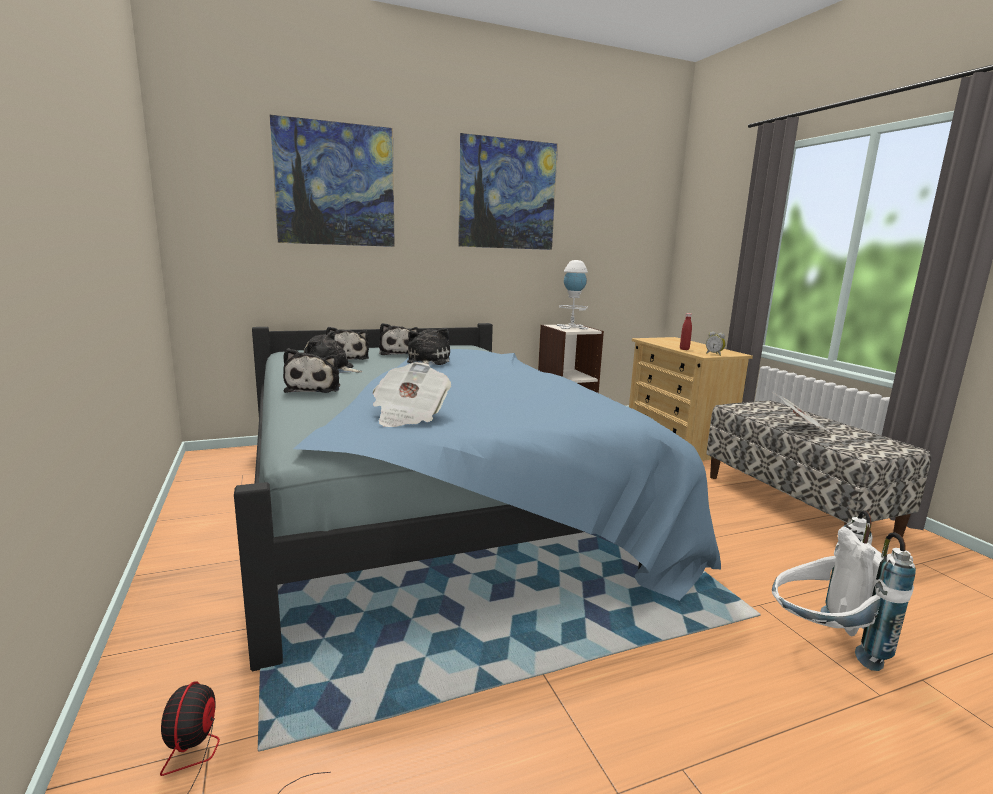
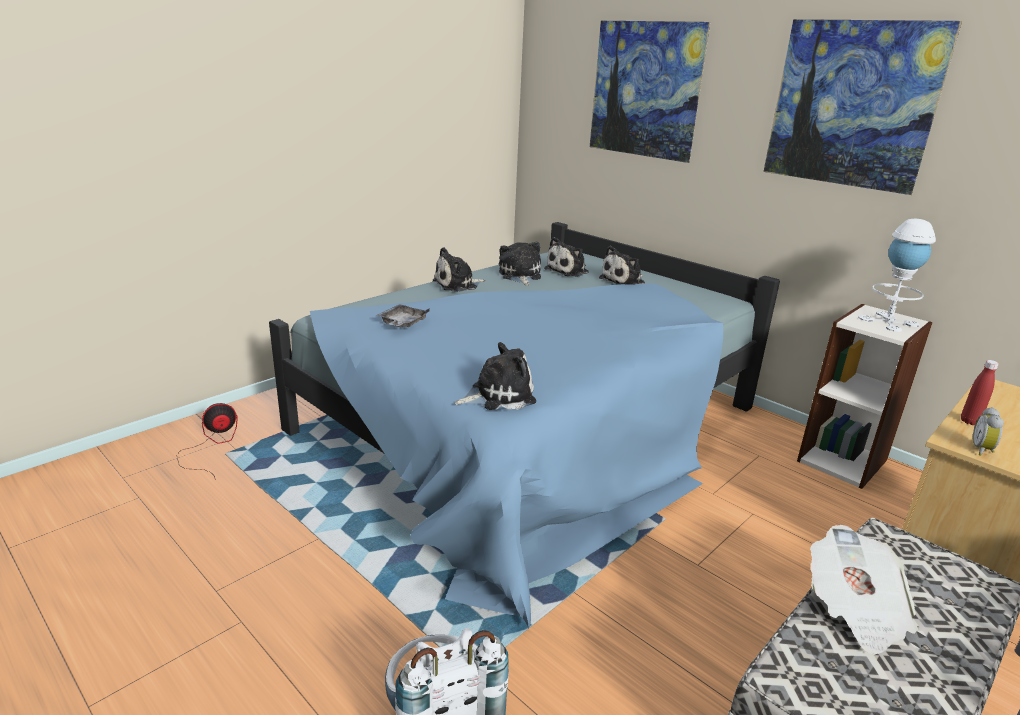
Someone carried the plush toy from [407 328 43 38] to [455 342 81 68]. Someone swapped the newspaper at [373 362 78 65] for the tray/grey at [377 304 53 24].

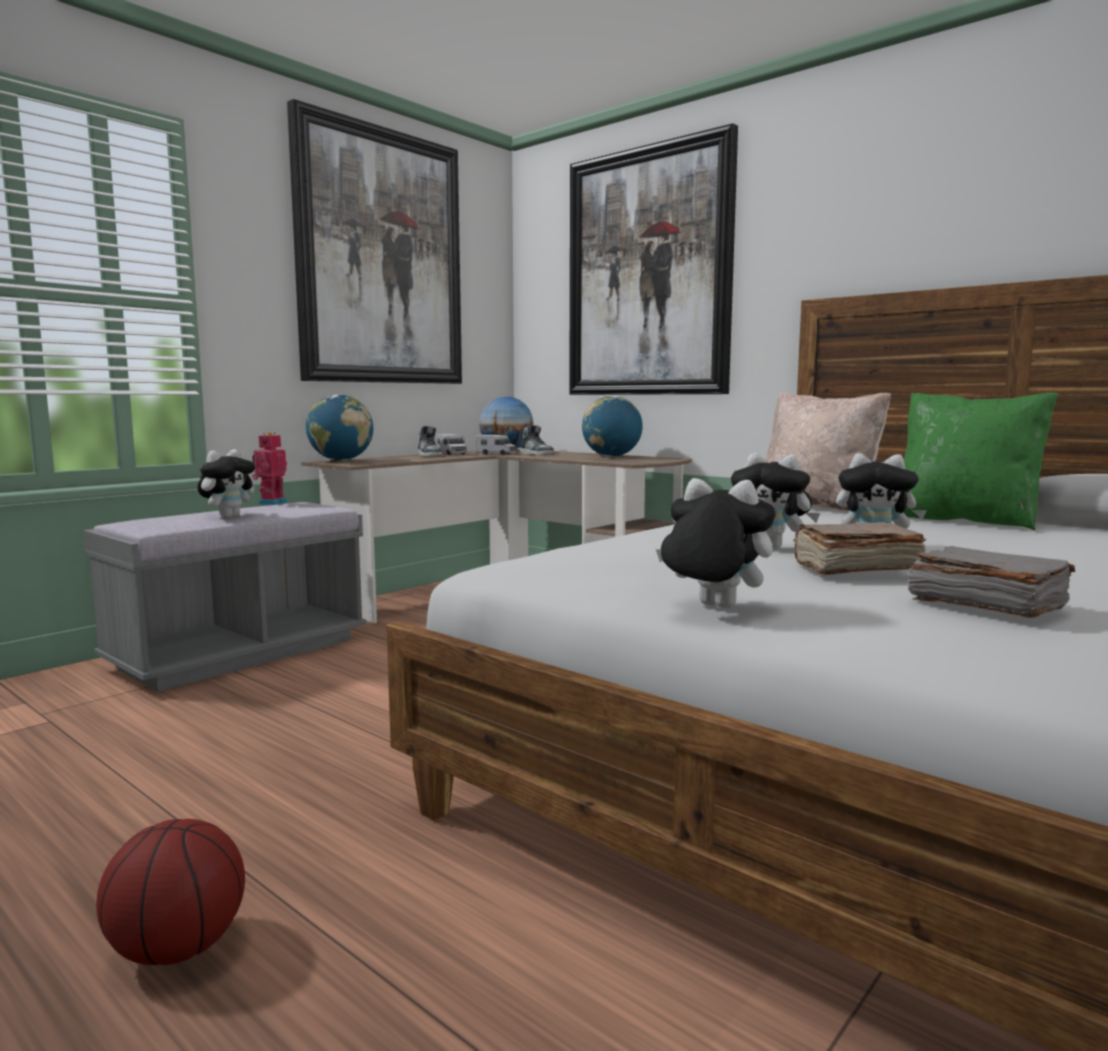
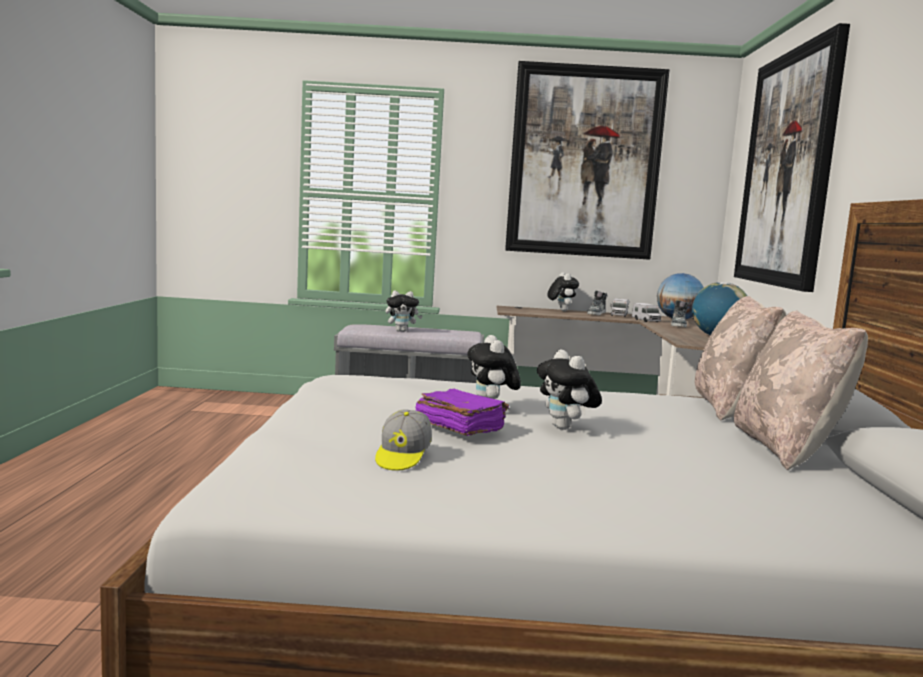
Someone repainted the pillow/green at [904 392 154 138], which became the pillow/beige at [734 310 134 160]. Someone took away the globe at [306 395 67 66]. Someone took away the toy robot at [252 431 36 74]. Someone carried the plush toy from [656 478 120 130] to [547 272 32 39]. Someone repainted the book/brown at [793 522 133 53], which became the book/purple at [416 389 93 47]. Someone swapped the book/grey at [908 546 167 72] for the cap at [375 410 57 61]. Someone took away the basketball at [96 819 149 146].

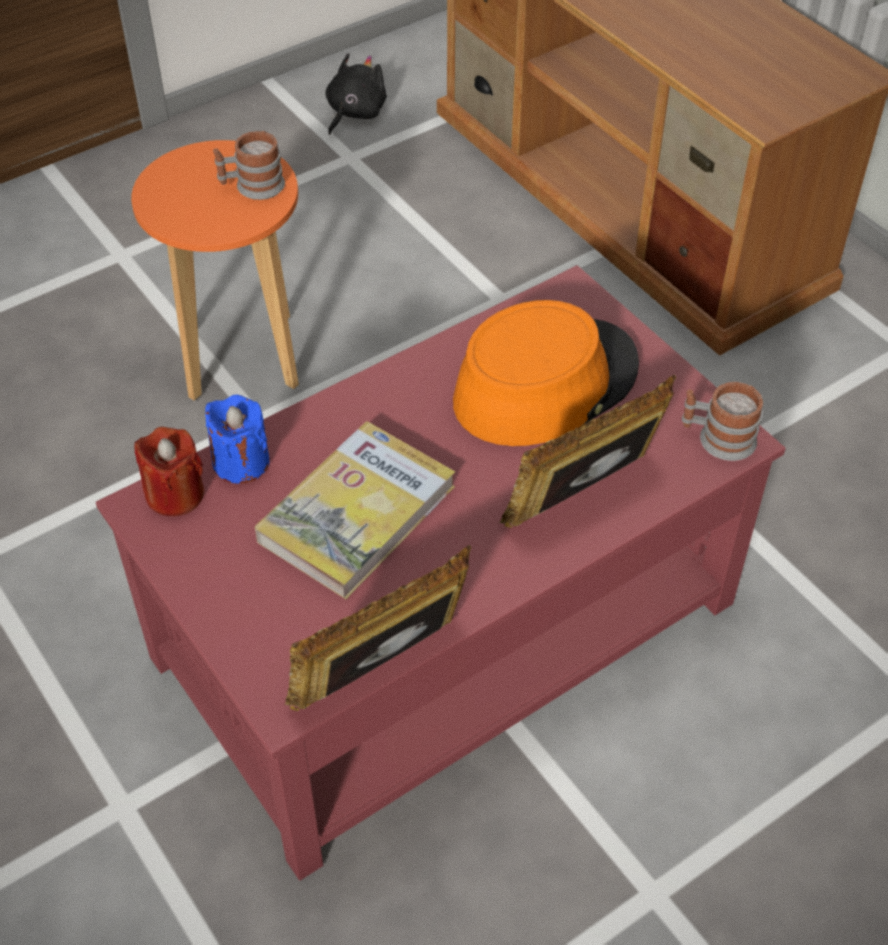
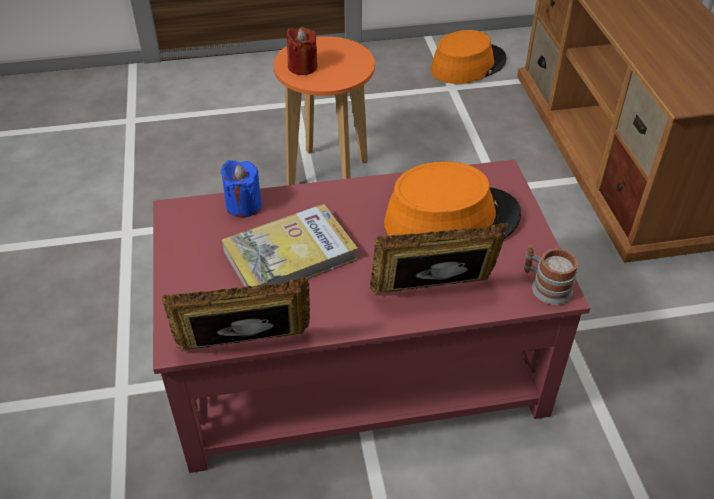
Someone swapped the plush toy/black at [326 53 61 82] for the hat/orange at [431 30 75 54]. Someone took away the mug at [213 131 72 69]. Someone carried the candle/red from [134 427 70 89] to [287 27 30 48].

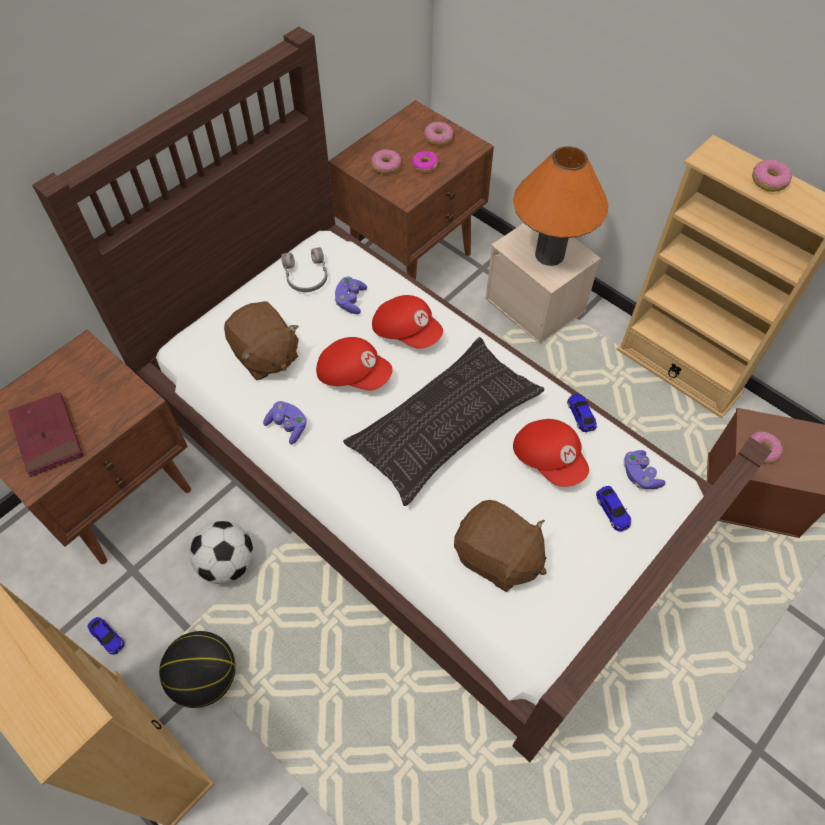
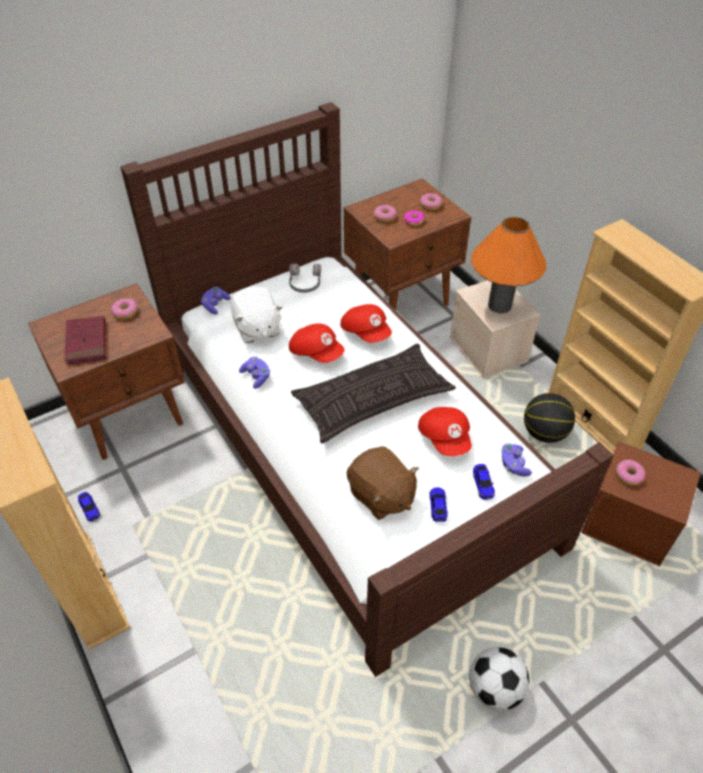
Someone carried the donut from [752 159 40 33] to [111 298 27 21]. Someone carried the game controller/purple from [335 277 32 37] to [201 287 30 28]. Someone repainted the plush toy/brown at [224 301 75 79], which became the plush toy/white at [230 286 53 57]. Someone carried the toy car from [567 394 30 39] to [429 487 19 35]. Someone carried the football from [189 521 64 63] to [469 647 60 64]. Someone carried the basketball from [159 631 77 77] to [524 393 51 50].

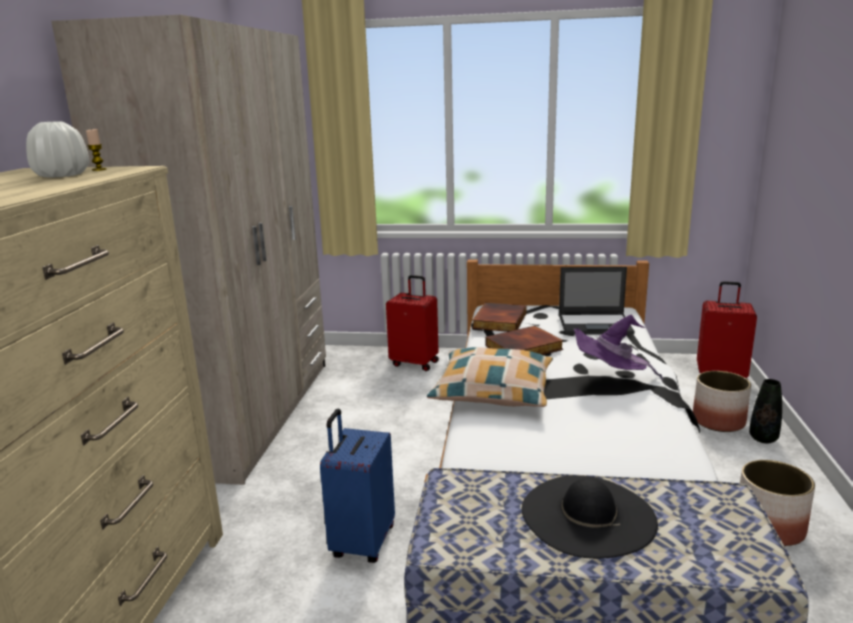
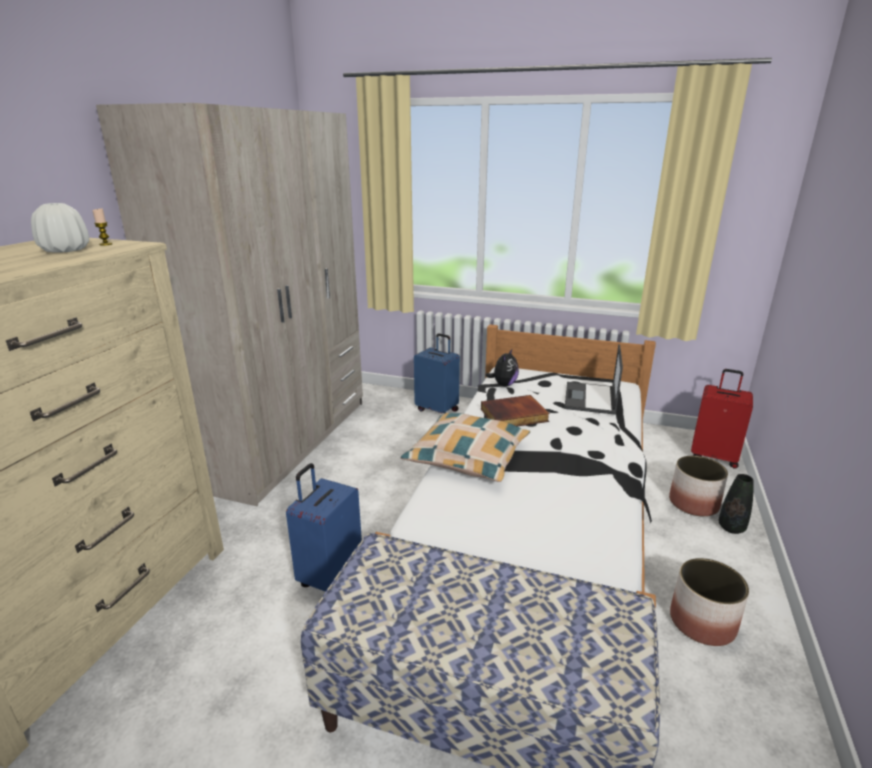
Someone rotated the laptop at [559 267 76 68] by 90 degrees clockwise. Someone repainted the suitcase/red at [386 275 53 96], which became the suitcase/blue at [414 333 46 81]. Someone swapped the book at [472 303 55 29] for the plush toy at [485 349 34 37]. Someone took away the hat/purple at [574 315 89 65]. Someone took away the hat/black at [521 475 137 84].

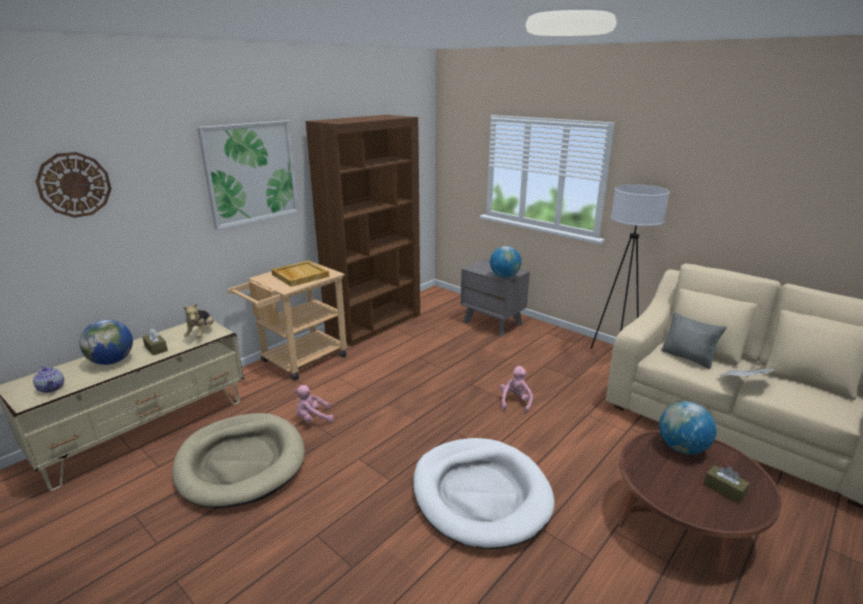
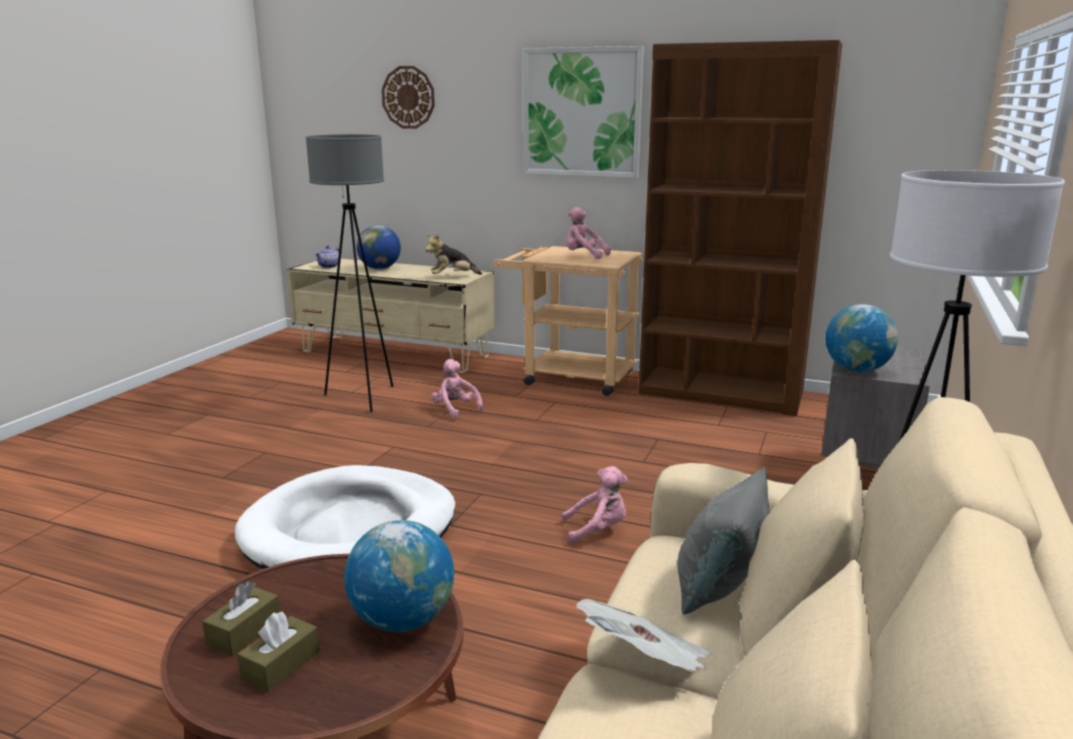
Someone swapped the tray/beige at [271 261 58 26] for the plush toy/pink at [566 207 45 52]. Someone carried the tissue box/brown from [143 328 25 28] to [202 581 78 75]. Someone swapped the dog bed/beige at [172 413 133 95] for the floor lamp/grey at [306 134 87 278].

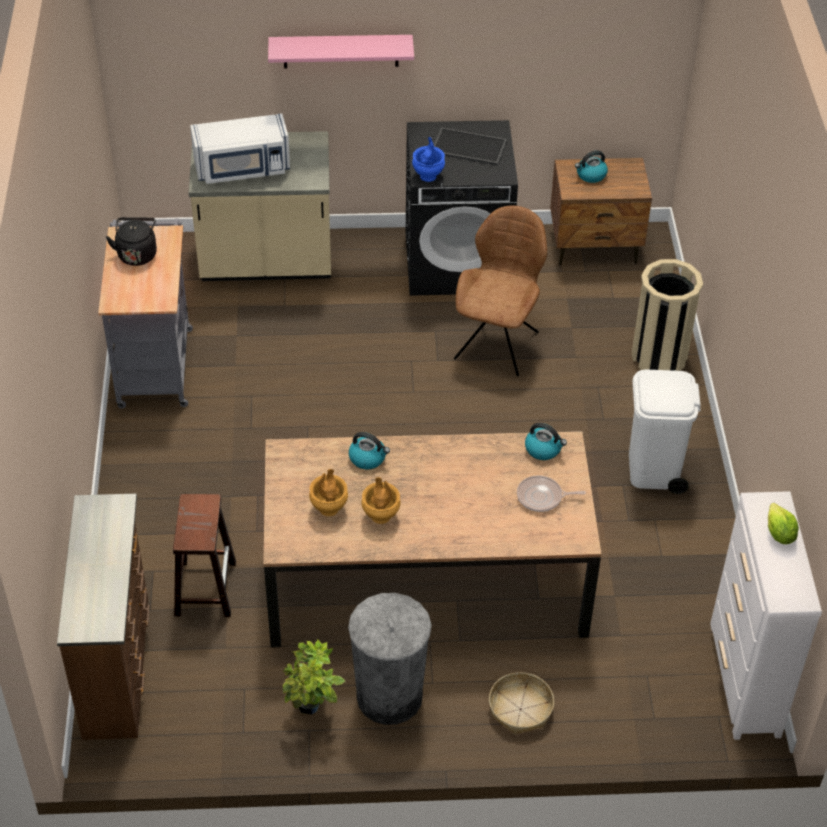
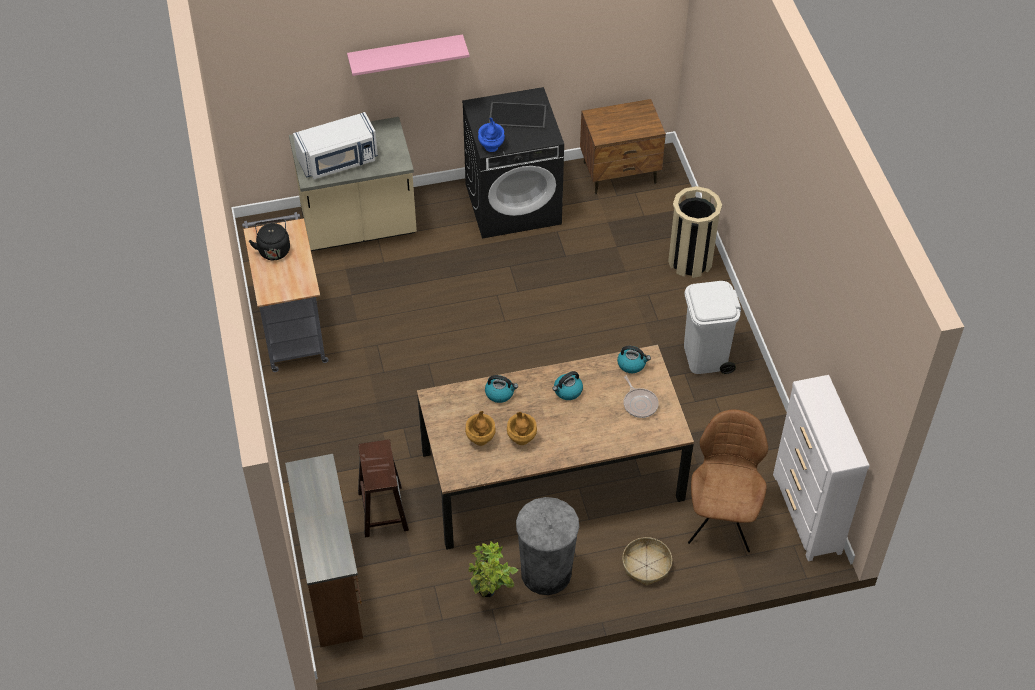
Someone carried the kettle from [575 150 33 33] to [553 371 30 29]. Someone carried the chair/brown from [454 205 93 171] to [688 409 80 143]. Someone rotated the frying pan at [517 475 69 37] by 105 degrees counterclockwise. Someone took away the lettuce at [768 503 31 41].

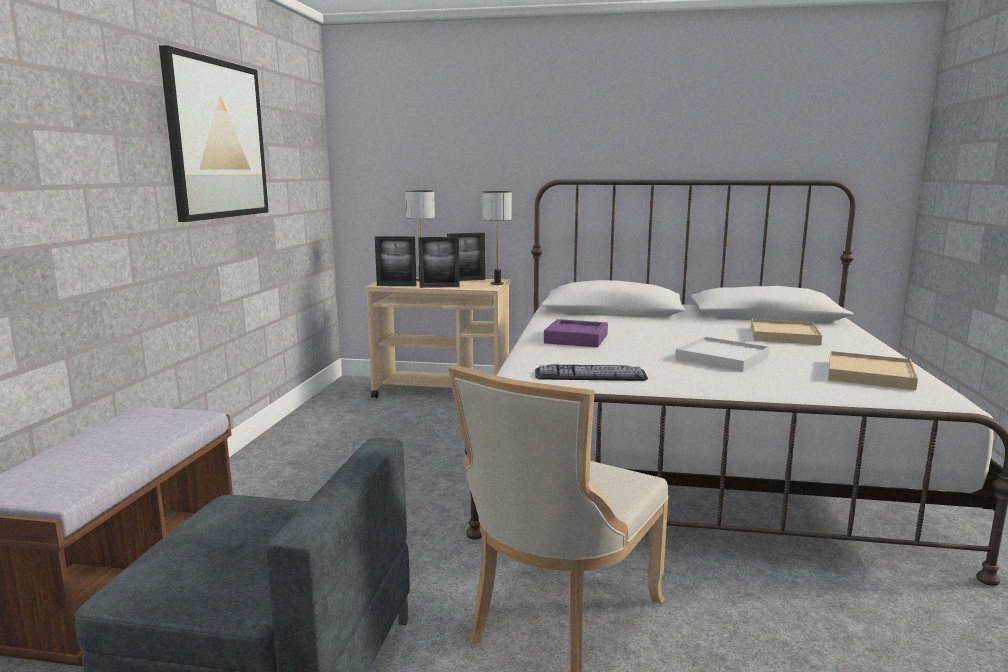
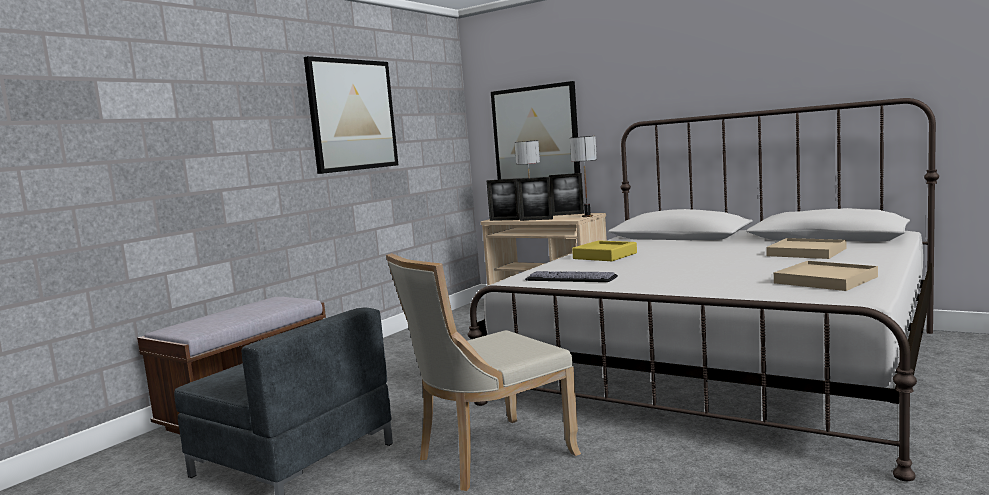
Someone repainted the tray/purple at [544 319 64 28], which became the tray/yellow at [572 240 65 21]. Someone took away the tray/white at [675 337 94 35]. Someone put up the picture at [491 81 89 99].

